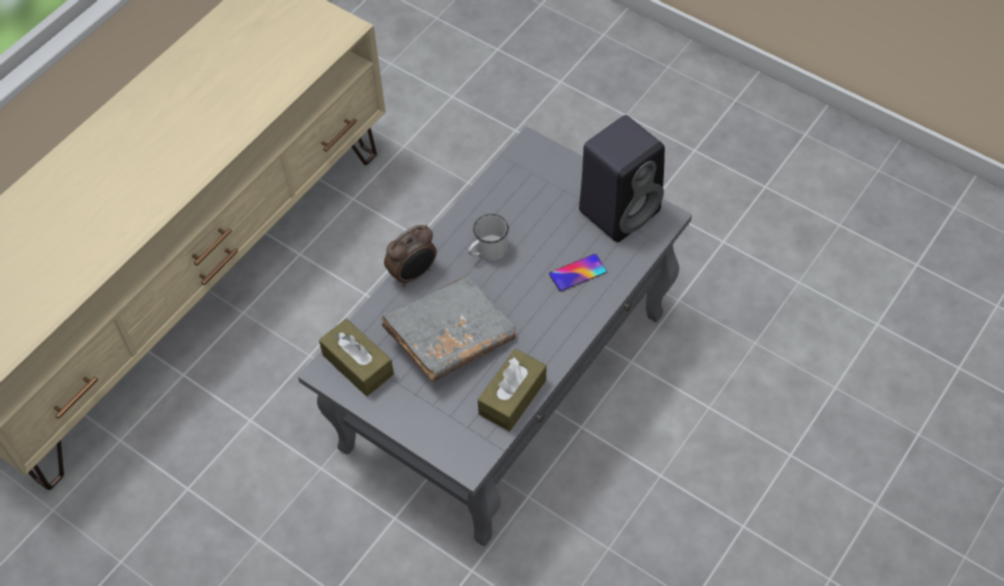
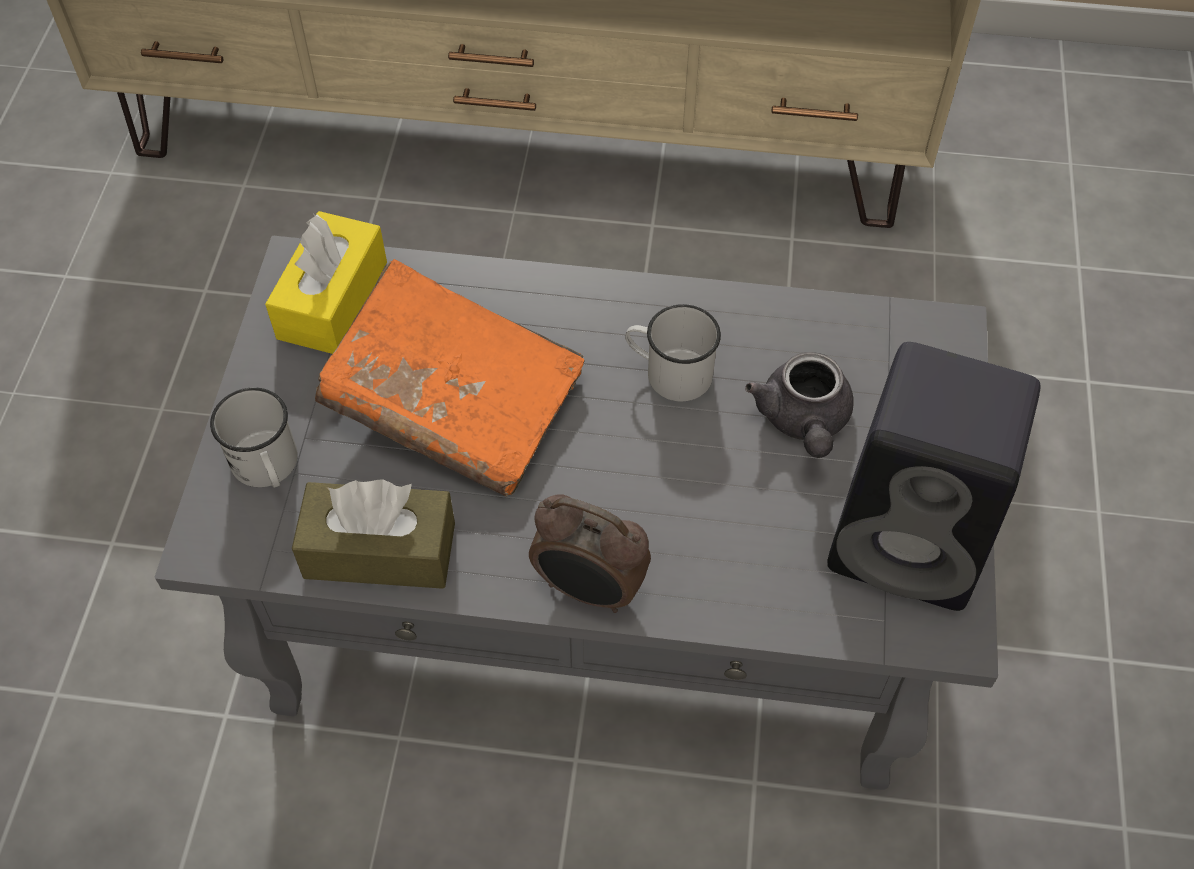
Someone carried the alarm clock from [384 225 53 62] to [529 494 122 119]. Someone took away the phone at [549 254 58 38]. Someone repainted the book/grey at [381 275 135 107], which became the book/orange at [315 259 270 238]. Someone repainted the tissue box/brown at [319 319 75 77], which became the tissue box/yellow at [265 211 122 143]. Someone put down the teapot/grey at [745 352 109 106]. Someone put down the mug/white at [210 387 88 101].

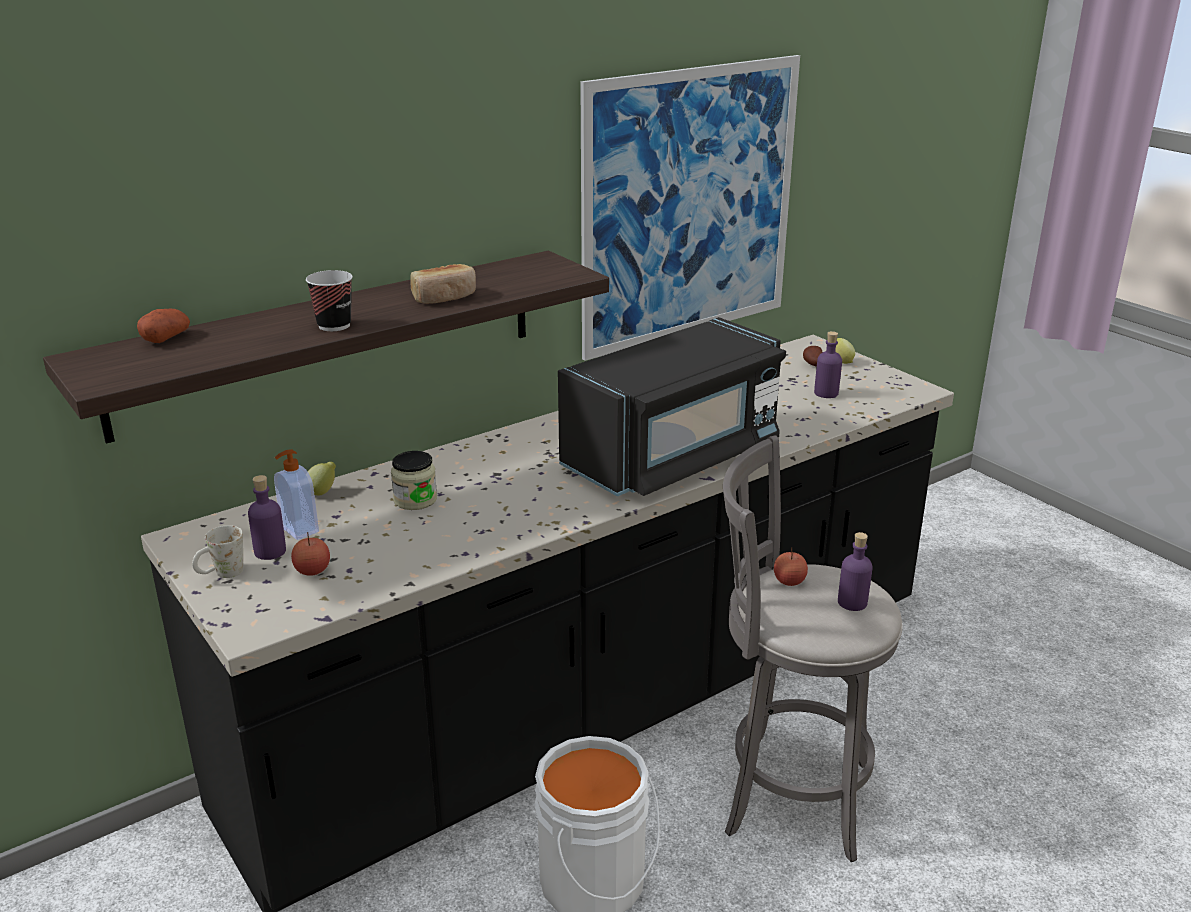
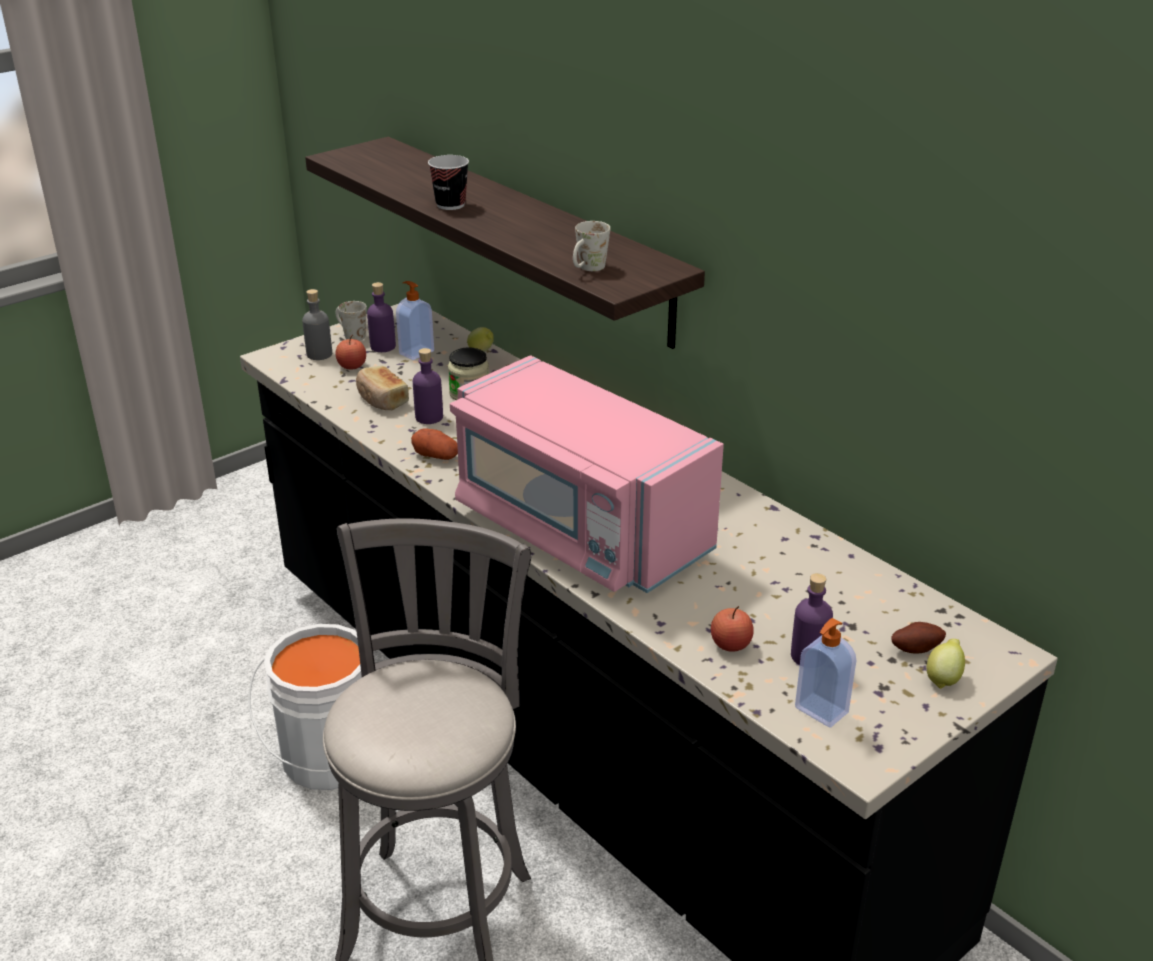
Someone took away the picture at [580 55 220 306]. Someone carried the bread from [410 264 66 40] to [356 366 53 44]. Someone carried the potato from [137 309 53 34] to [411 428 47 32]. Someone repainted the microwave/black at [558 317 228 180], which became the microwave/pink at [450 355 274 238]. Someone carried the bottle/purple from [838 532 35 79] to [413 348 30 76]. Someone carried the apple from [774 547 34 39] to [711 606 42 46]. Someone put down the mug/white at [573 221 37 50]. Someone put down the bottle/grey at [302 289 30 71]. Someone put down the soap dispenser at [795 618 61 110].

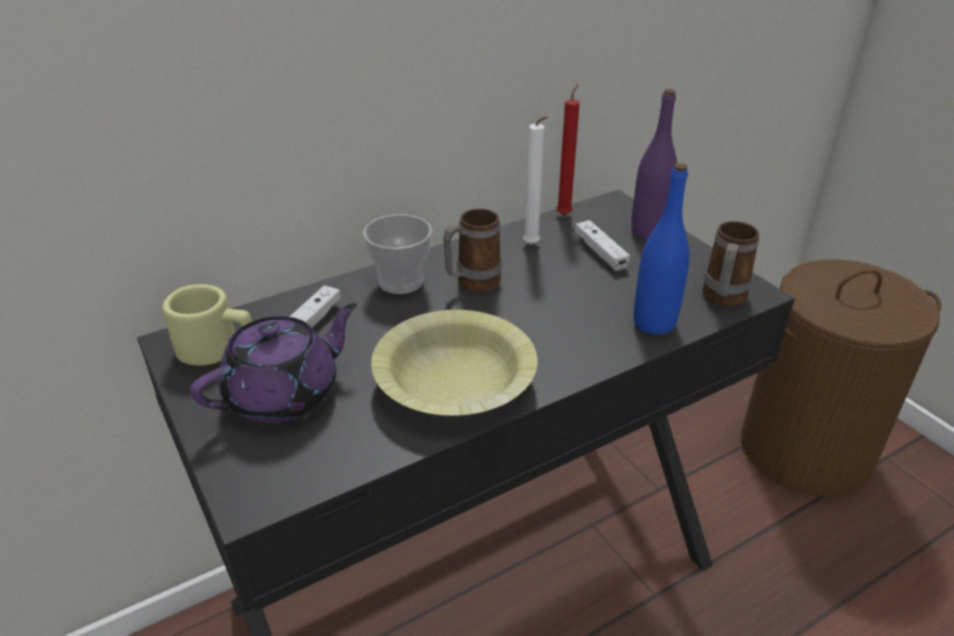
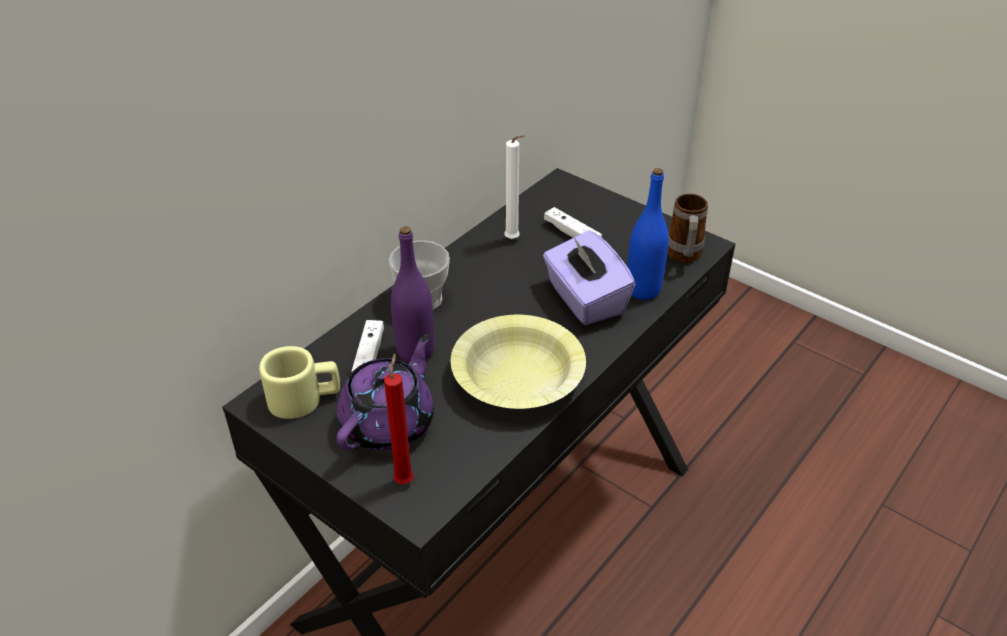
Someone carried the candle/red from [556 83 24 132] to [384 354 29 130]. Someone carried the bottle/purple from [631 89 46 150] to [391 226 43 136]. Someone took away the mug at [443 208 59 84]. Someone took away the laundry basket/brown at [741 259 200 238]. Someone put down the tissue box/purple at [543 230 92 95].

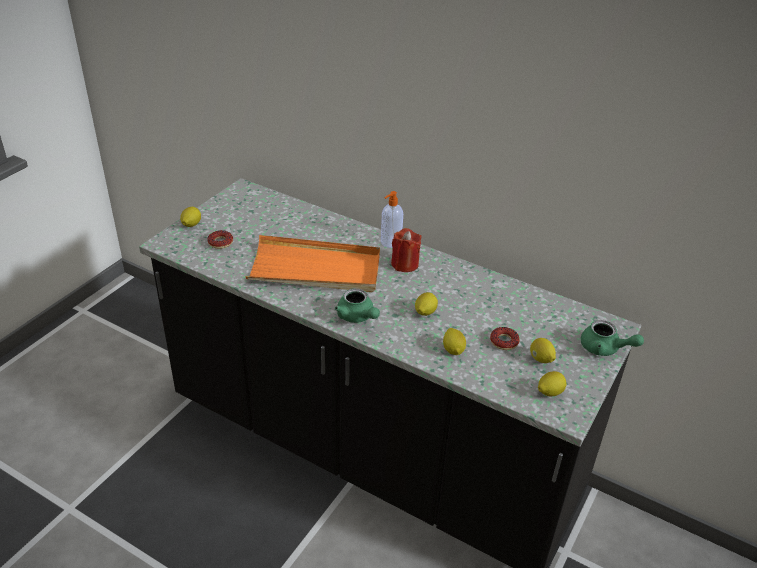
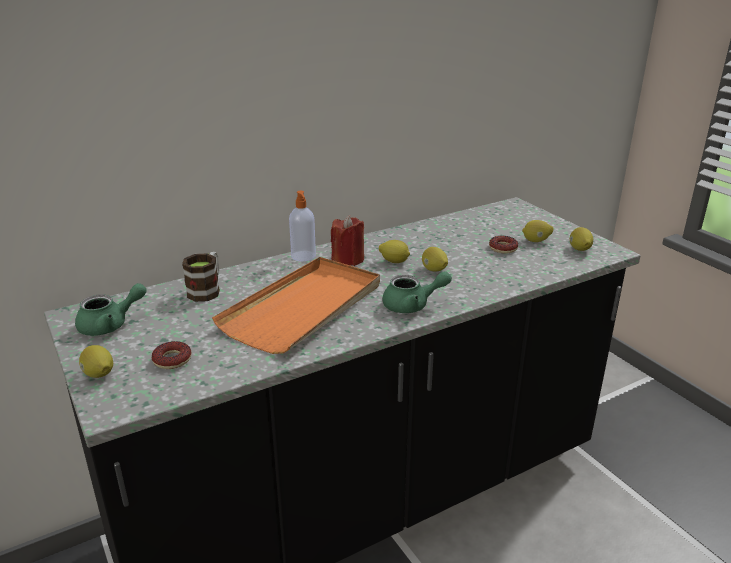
Someone carried the teapot/green from [581 320 63 36] to [75 283 72 53]. Someone carried the lemon from [443 328 23 27] to [379 240 31 23]. Someone put down the mug at [182 252 38 50].

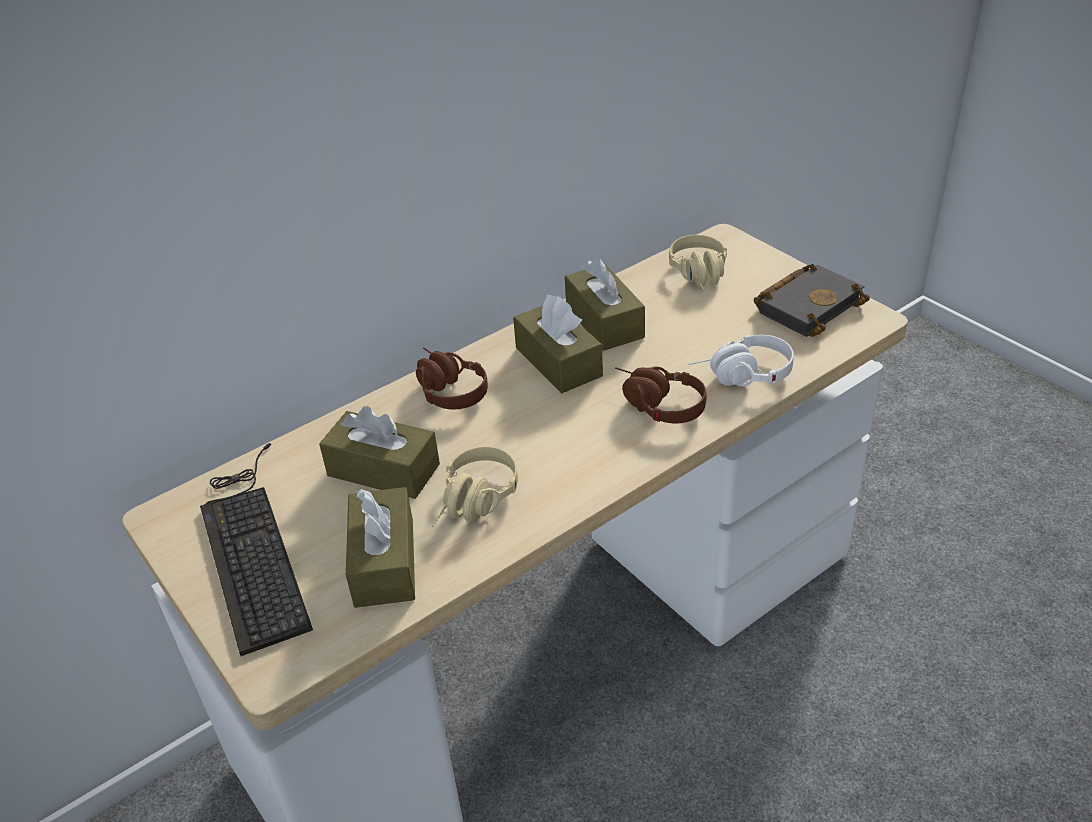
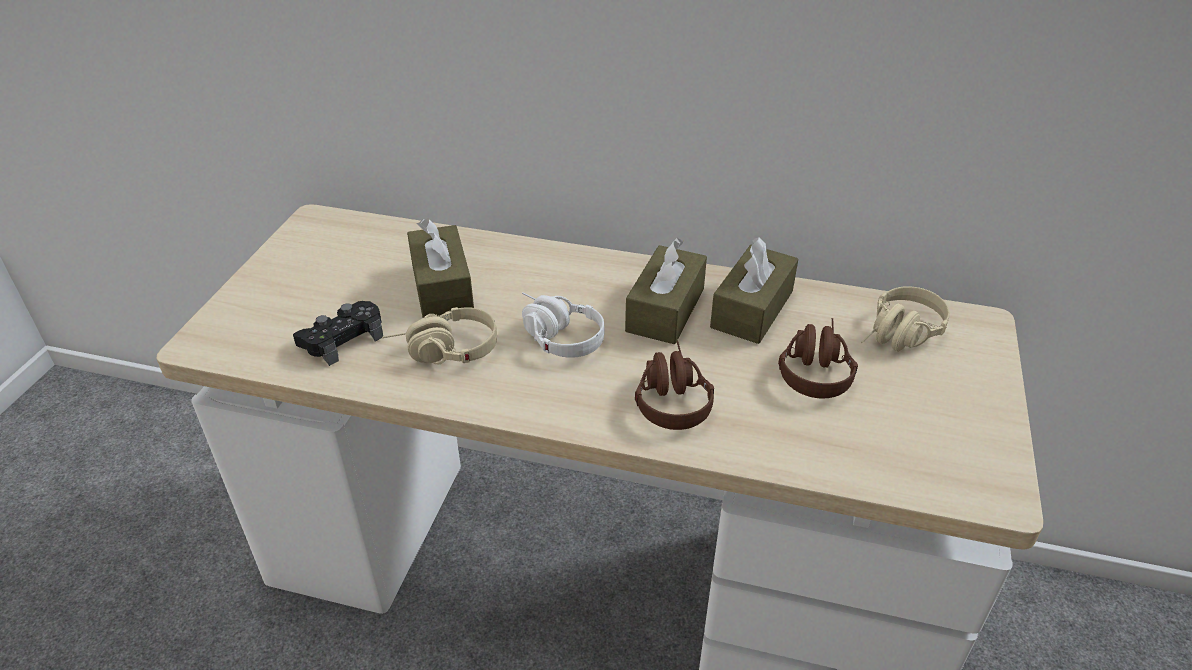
Someone took away the book/black at [753 264 117 73]. Someone carried the headphones/white from [689 335 105 51] to [522 292 83 66]. Someone carried the headphones/brown from [416 347 72 62] to [778 318 80 80]. Someone took away the keyboard at [200 443 113 213]. Someone swapped the tissue box/brown at [346 487 69 121] for the game controller/black at [293 301 90 65].

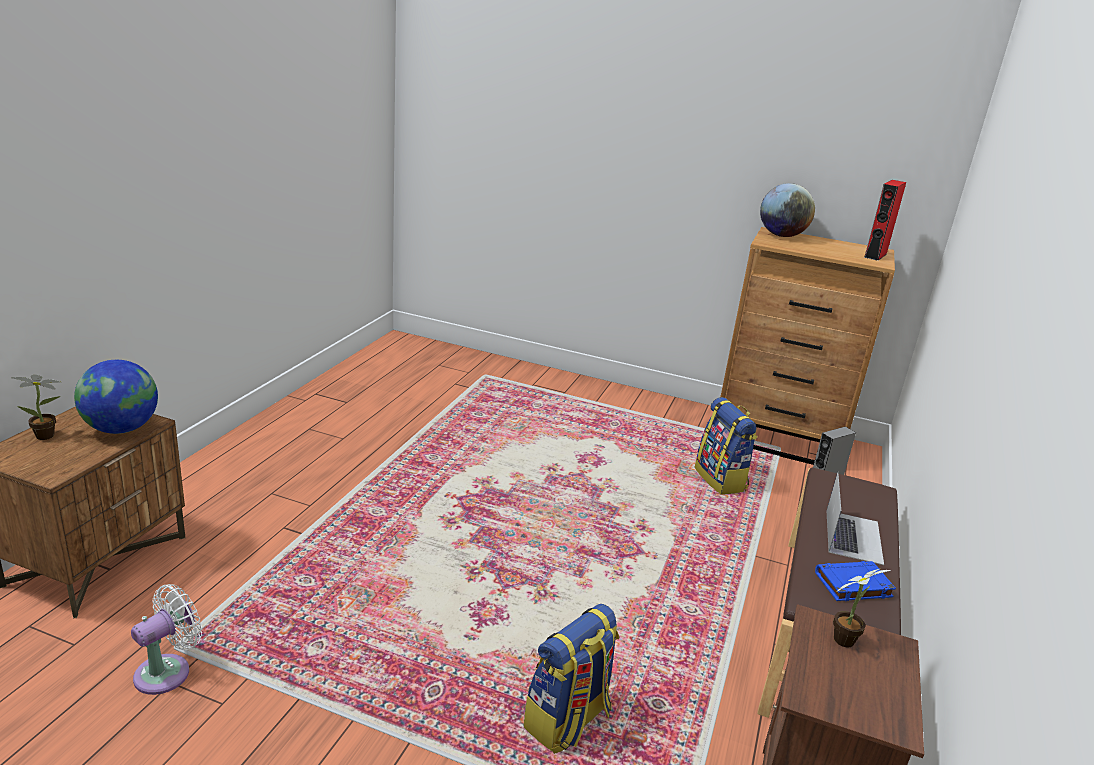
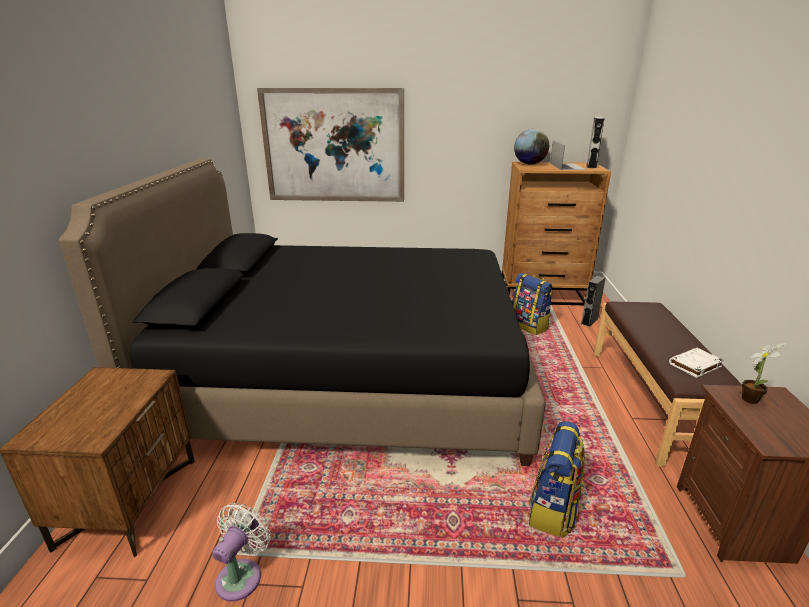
Someone repainted the speaker/red at [864 180 42 81], which became the speaker/grey at [586 117 18 51]. Someone took away the globe at [74 360 84 74]. Someone took away the potted plant at [11 375 49 65]. Someone carried the laptop from [827 472 57 93] to [550 141 36 29]. Someone repainted the book/blue at [815 561 81 40], which became the book/white at [669 348 55 30]. Someone put up the picture at [257 88 147 114]. Someone put down the bed/black at [59 158 487 308].

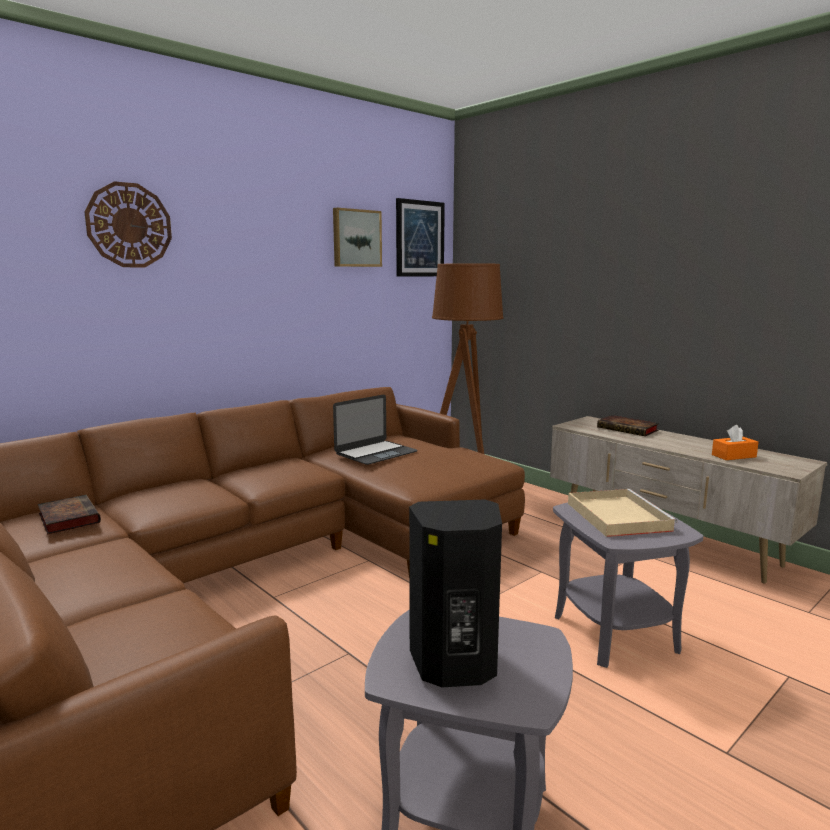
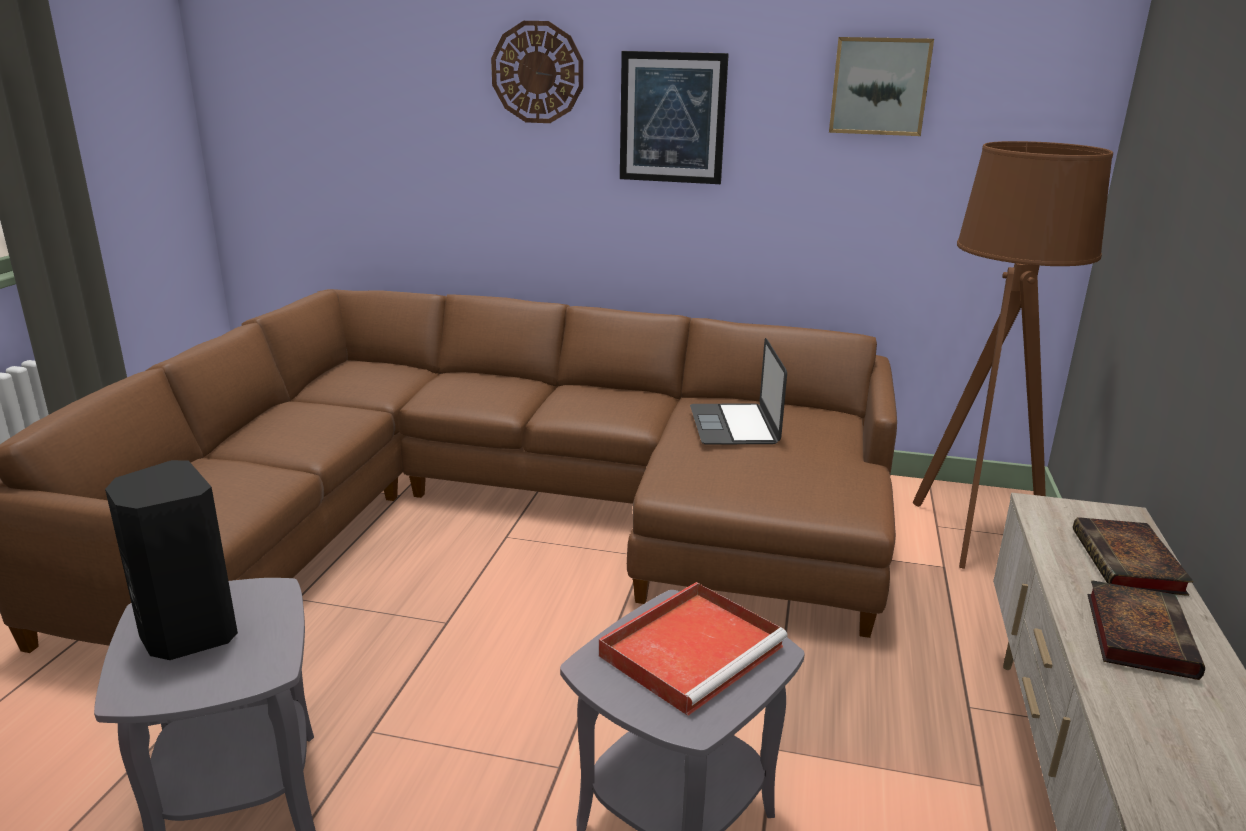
Someone carried the picture from [396 198 49 79] to [620 51 109 133]. Someone rotated the laptop at [333 395 85 70] by 75 degrees clockwise. Someone took away the tissue box/orange at [712 425 47 35]. Someone repainted the tray/beige at [568 489 110 48], which became the tray/red at [599 582 189 134]. Someone carried the book from [38 495 63 40] to [1088 580 117 100].

